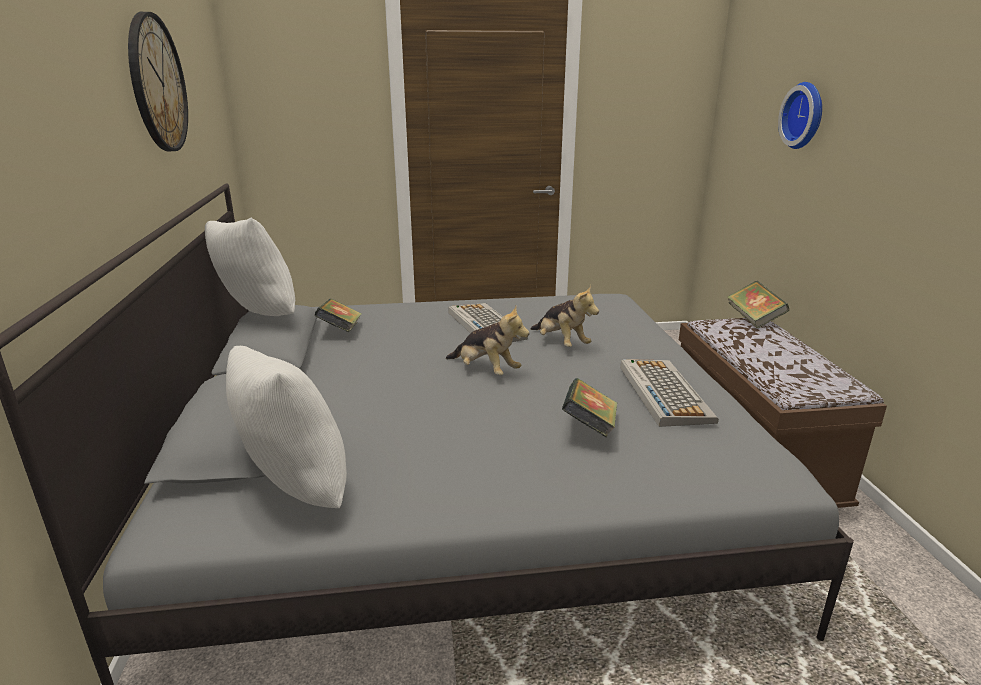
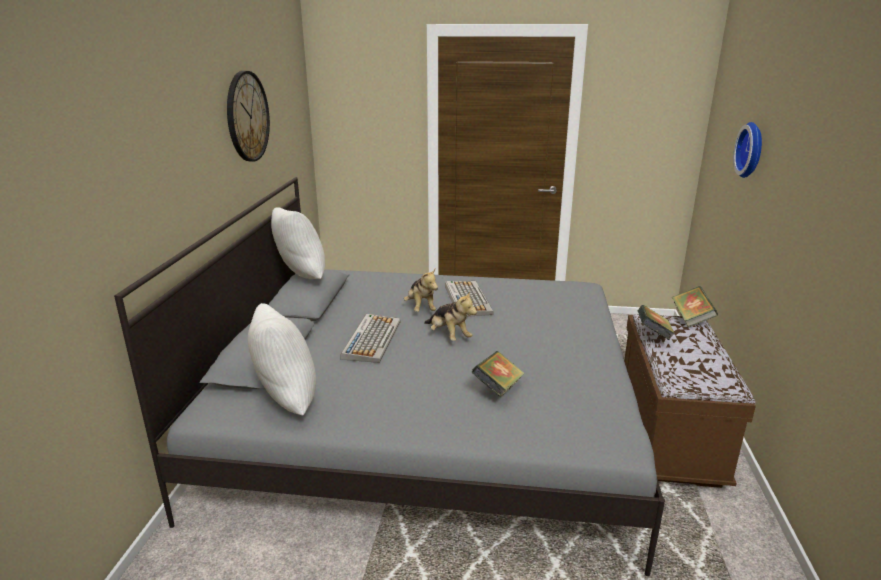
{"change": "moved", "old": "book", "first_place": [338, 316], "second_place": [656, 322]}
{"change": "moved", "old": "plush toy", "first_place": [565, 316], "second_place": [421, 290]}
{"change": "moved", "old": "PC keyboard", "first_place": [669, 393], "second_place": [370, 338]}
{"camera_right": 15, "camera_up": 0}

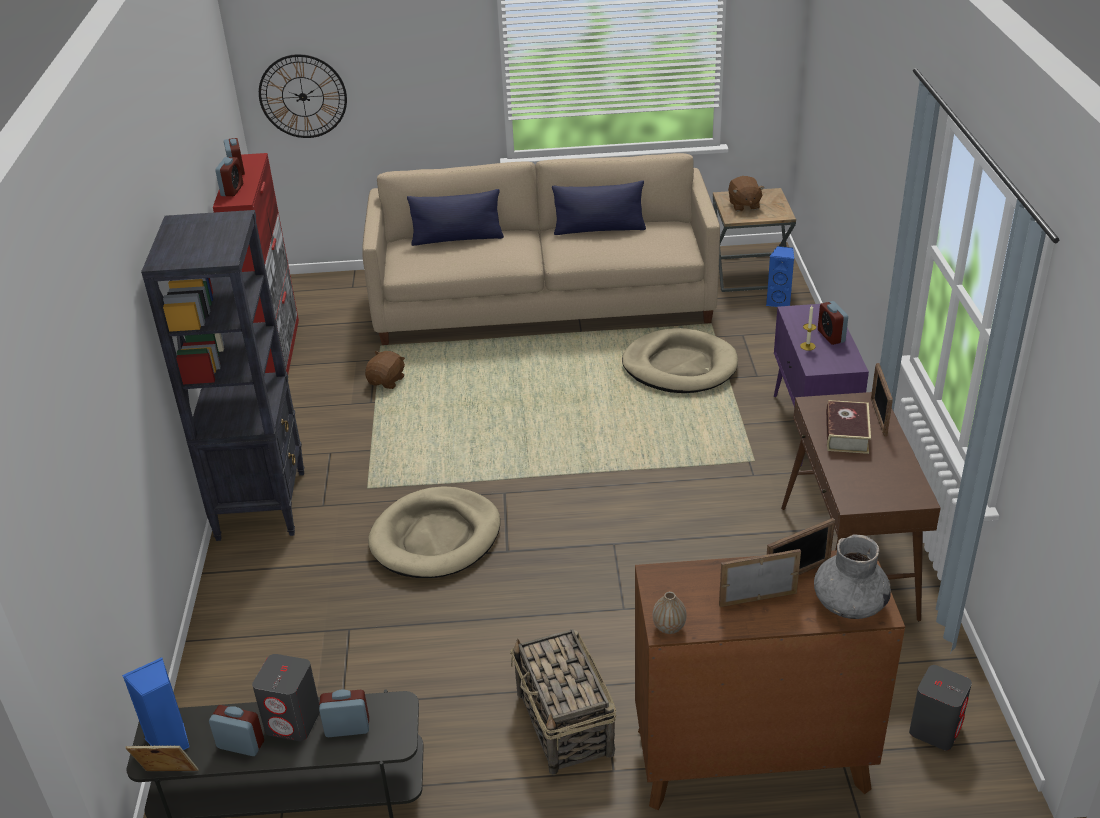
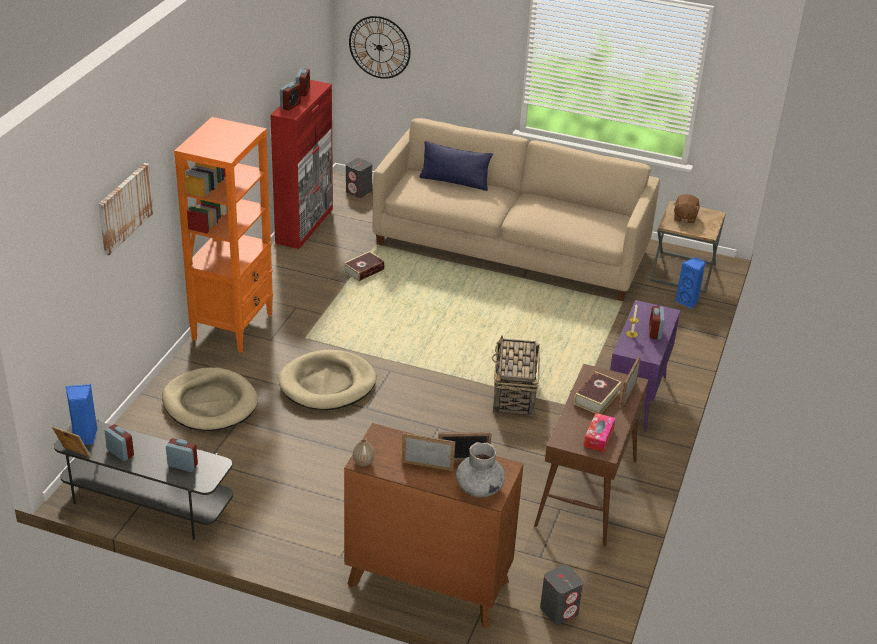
{"change": "recoloured", "old": "black-coloured shelving unit", "new": "orange shelving unit", "first_place": [222, 375], "second_place": [223, 235]}
{"change": "moved", "old": "greyish audio speaker", "first_place": [286, 697], "second_place": [359, 178]}
{"change": "replaced", "old": "brown-coloured plush toy", "new": "book", "first_place": [385, 370], "second_place": [364, 266]}
{"change": "moved", "old": "household basket", "first_place": [563, 702], "second_place": [516, 375]}
{"change": "removed", "old": "blue throw pillow", "first_place": [599, 207]}
{"change": "moved", "old": "sand-coloured dog bed", "first_place": [680, 360], "second_place": [210, 399]}
{"change": "added", "new": "wall picture", "second_place": [126, 209]}
{"change": "added", "new": "tissue holder", "second_place": [599, 432]}
{"camera_right": 20, "camera_up": 0}

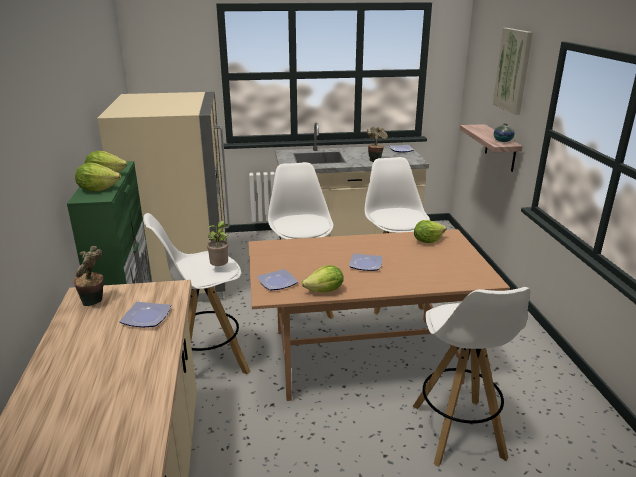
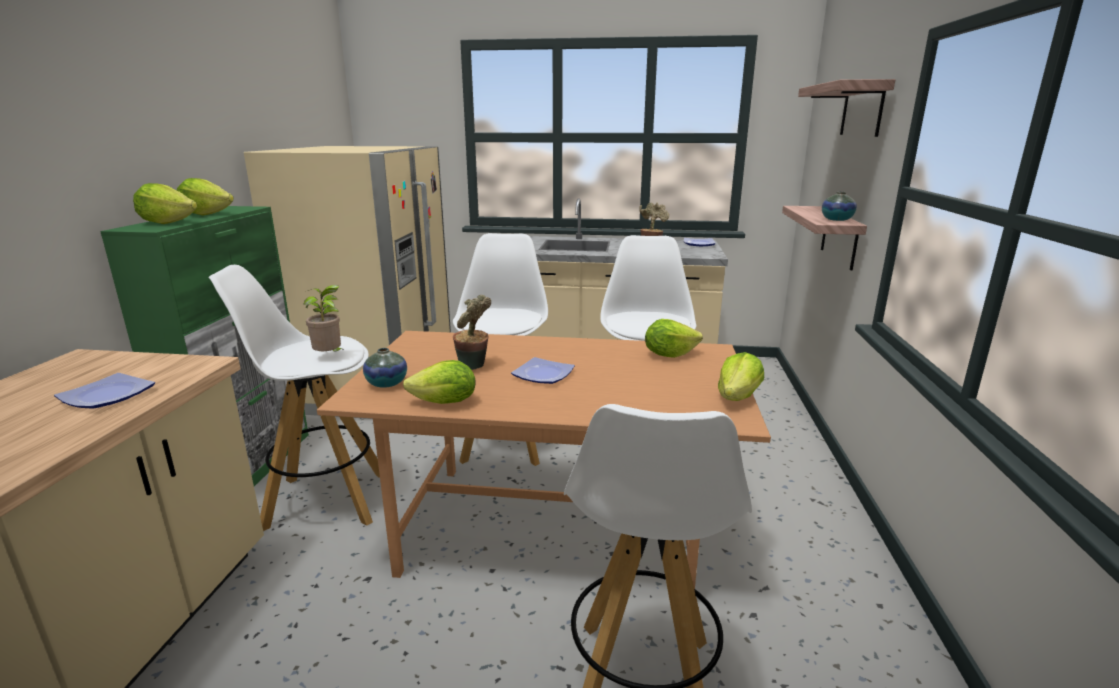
{"change": "moved", "old": "houseplant", "first_place": [88, 276], "second_place": [472, 332]}
{"change": "replaced", "old": "dinner plate", "new": "flower vase", "first_place": [277, 280], "second_place": [385, 368]}
{"change": "replaced", "old": "wall picture", "new": "bracket shelf", "first_place": [513, 71], "second_place": [846, 108]}
{"change": "added", "new": "lettuce", "second_place": [741, 376]}
{"camera_right": 15, "camera_up": -5}

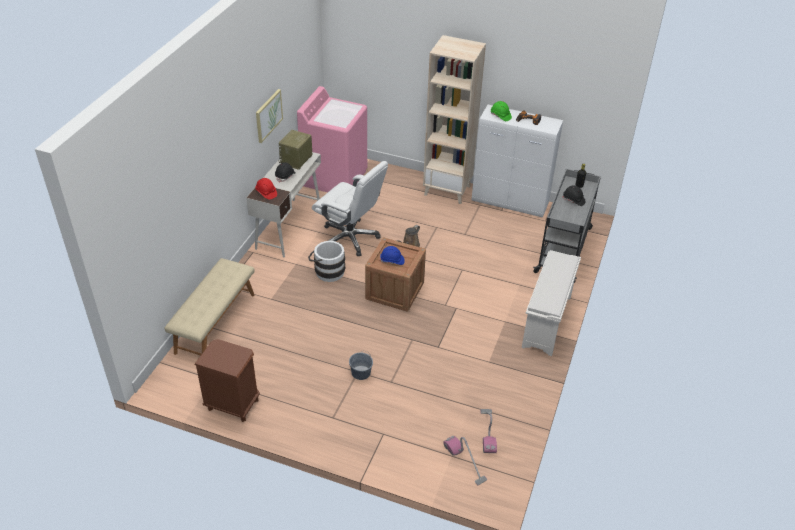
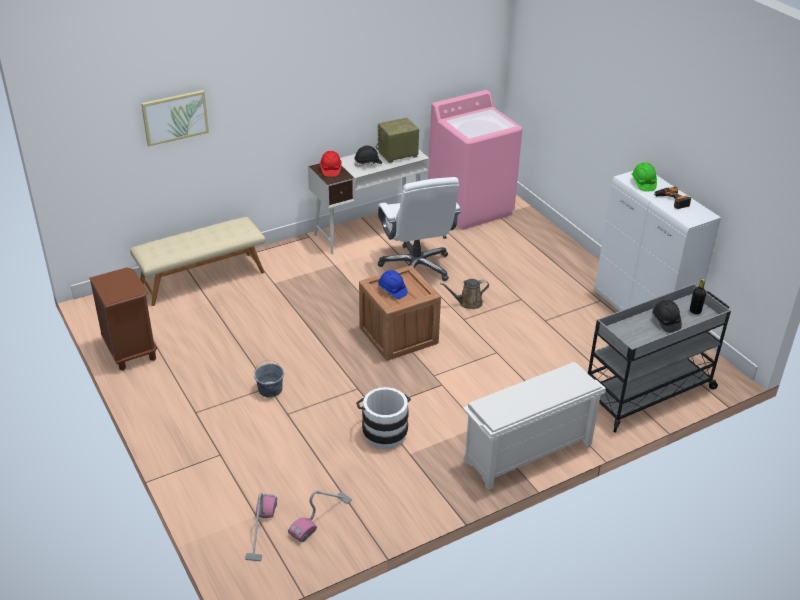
{"change": "moved", "old": "wall picture", "first_place": [269, 116], "second_place": [175, 118]}
{"change": "moved", "old": "white-coloured water bucket", "first_place": [326, 261], "second_place": [383, 418]}
{"change": "removed", "old": "sand-coloured shelving unit", "first_place": [454, 119]}
{"camera_right": 40, "camera_up": -5}

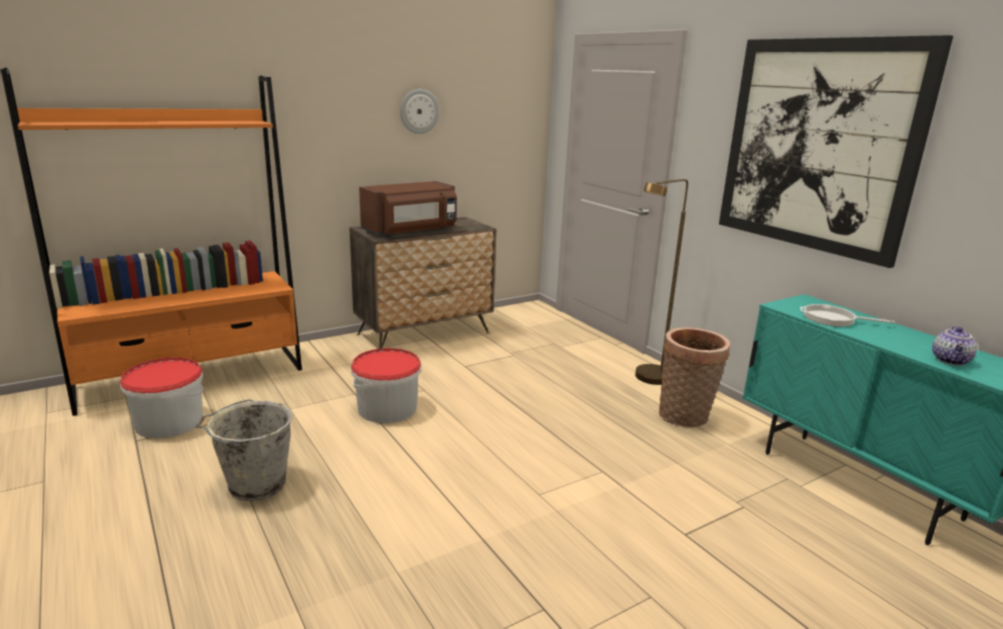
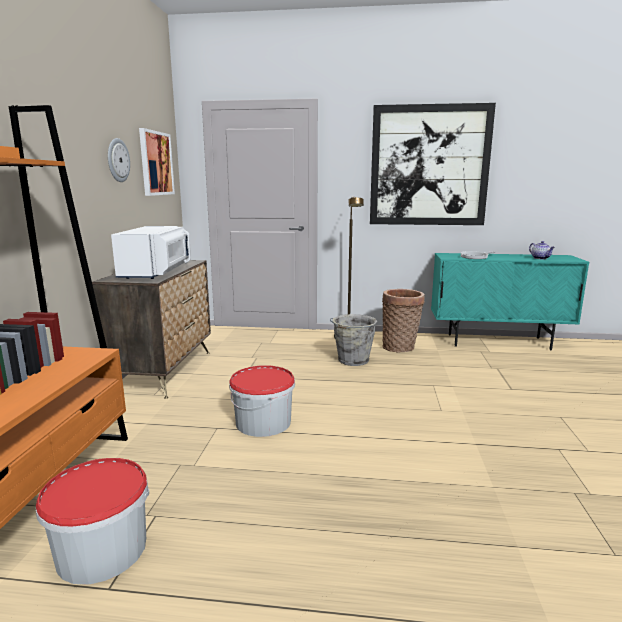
{"change": "moved", "old": "greyish water bucket", "first_place": [244, 450], "second_place": [353, 340]}
{"change": "recoloured", "old": "brown-coloured kitchen microwave", "new": "white-coloured kitchen microwave", "first_place": [408, 208], "second_place": [151, 252]}
{"change": "added", "new": "wall picture", "second_place": [157, 162]}
{"camera_right": -50, "camera_up": -5}

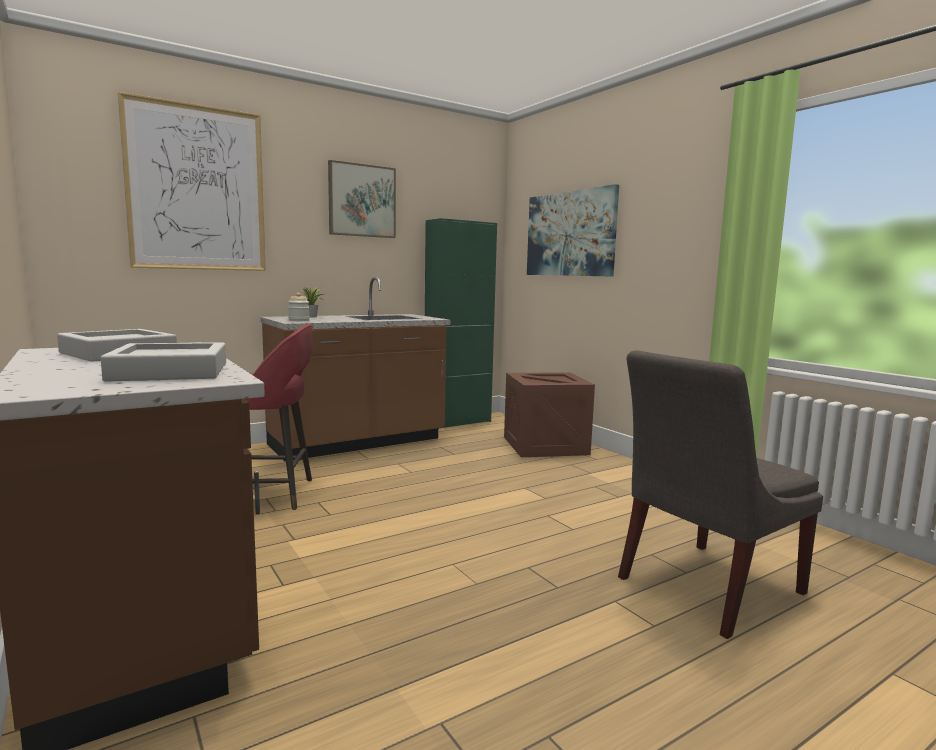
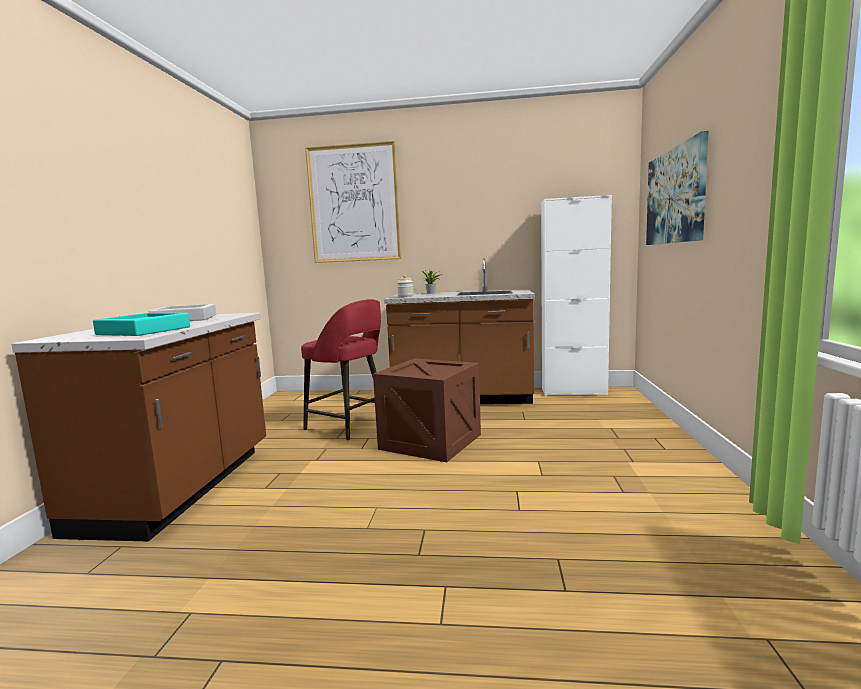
{"change": "recoloured", "old": "greyish tray", "new": "blue-green tray", "first_place": [163, 362], "second_place": [141, 324]}
{"change": "removed", "old": "wall picture", "first_place": [362, 199]}
{"change": "recoloured", "old": "green-coloured storage cabinet", "new": "white-coloured storage cabinet", "first_place": [461, 323], "second_place": [576, 295]}
{"change": "moved", "old": "shipping crate", "first_place": [549, 414], "second_place": [427, 410]}
{"change": "removed", "old": "greyish upright chair", "first_place": [720, 494]}
{"camera_right": 40, "camera_up": 0}

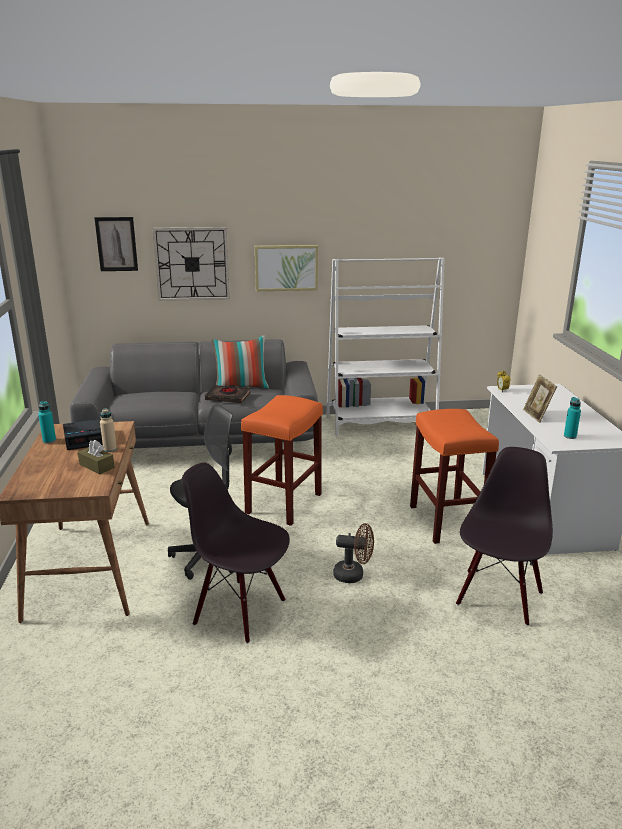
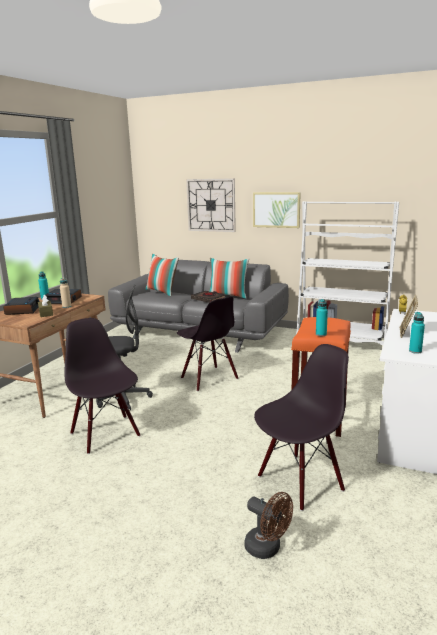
{"change": "removed", "old": "wall picture", "first_place": [116, 244]}
{"change": "replaced", "old": "orange stool seat", "new": "black-coloured upright chair", "first_place": [282, 460], "second_place": [207, 344]}
{"change": "moved", "old": "brown-coloured fan", "first_place": [353, 553], "second_place": [268, 525]}
{"change": "added", "new": "bedside clock", "second_place": [21, 306]}
{"change": "added", "new": "throw pillow", "second_place": [162, 275]}
{"change": "added", "new": "blue-green beverage bottle", "second_place": [322, 317]}
{"camera_right": 30, "camera_up": -5}

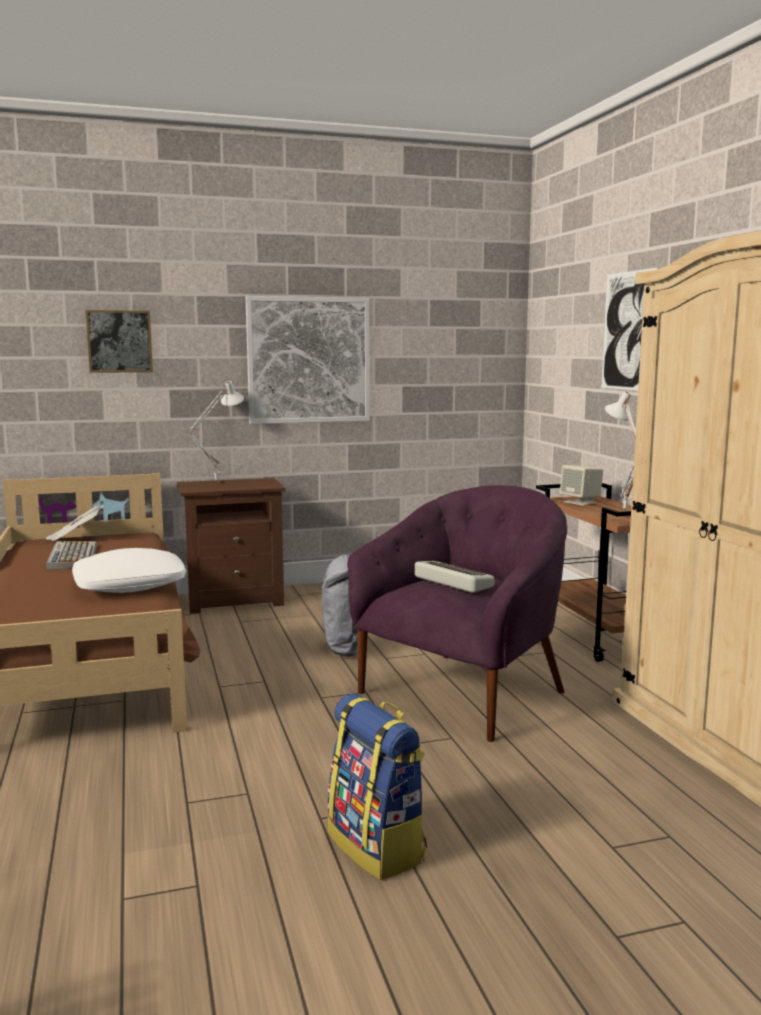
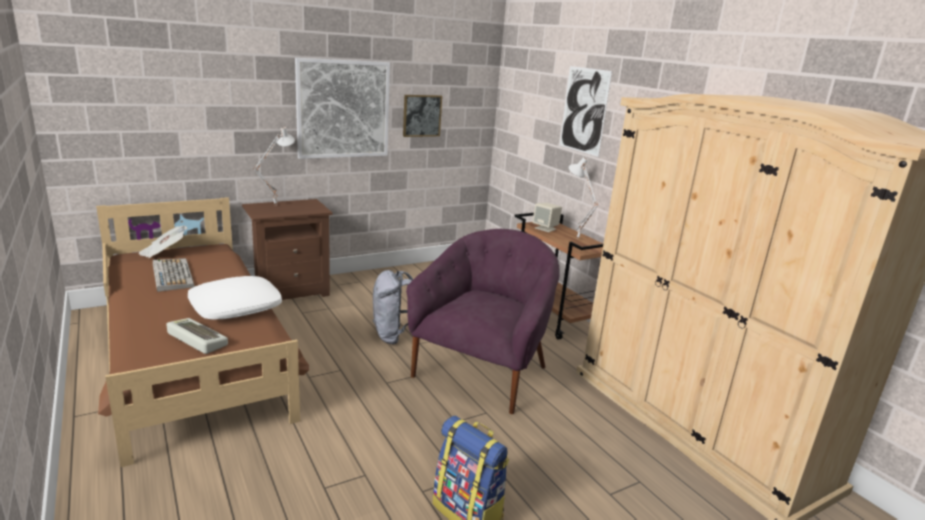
{"change": "moved", "old": "wall picture", "first_place": [119, 341], "second_place": [422, 116]}
{"change": "moved", "old": "PC keyboard", "first_place": [455, 577], "second_place": [197, 336]}
{"camera_right": -15, "camera_up": 10}

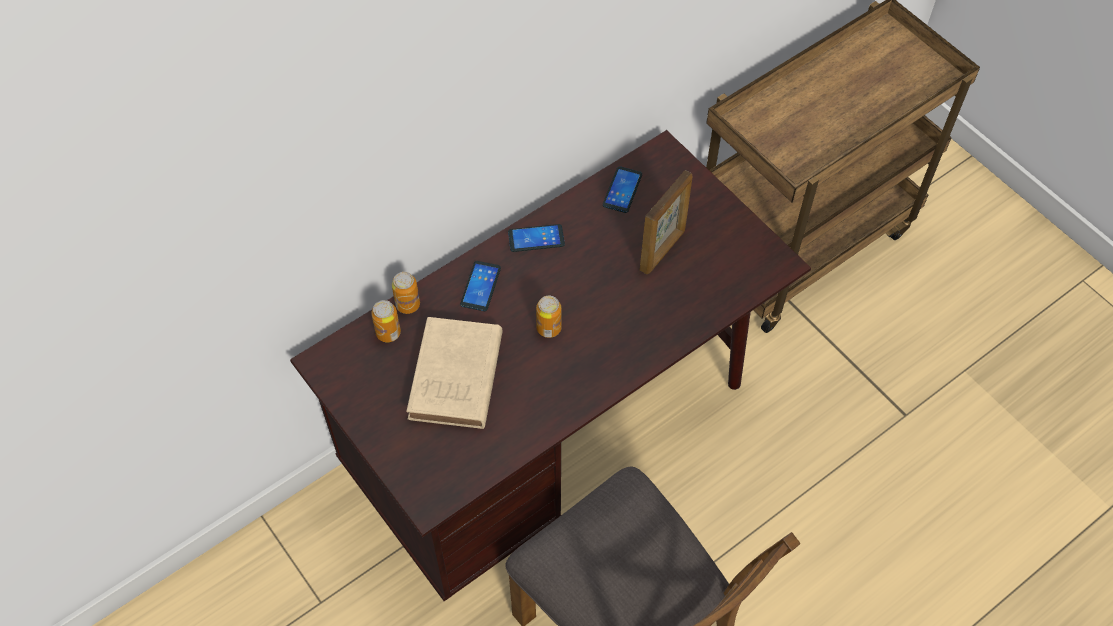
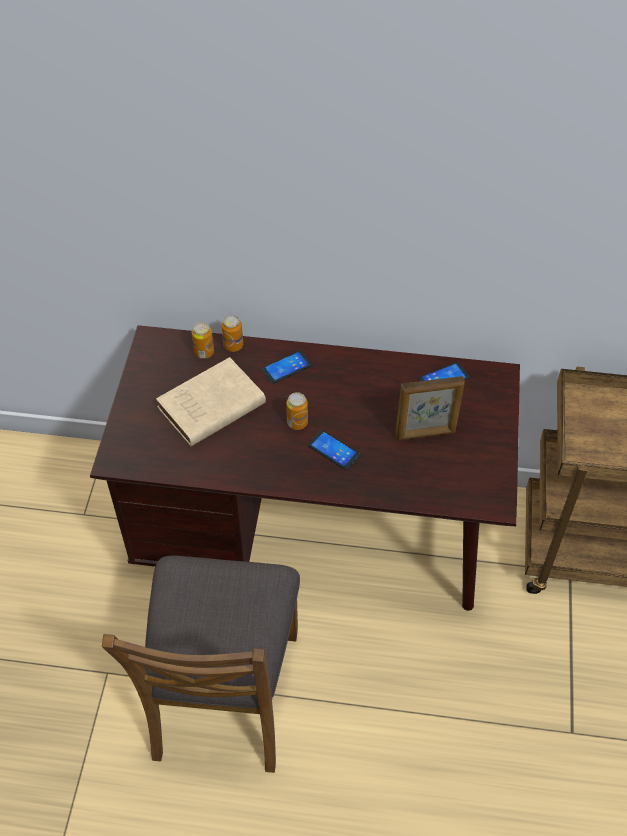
{"change": "moved", "old": "phone", "first_place": [536, 238], "second_place": [334, 450]}
{"camera_right": 45, "camera_up": -5}

